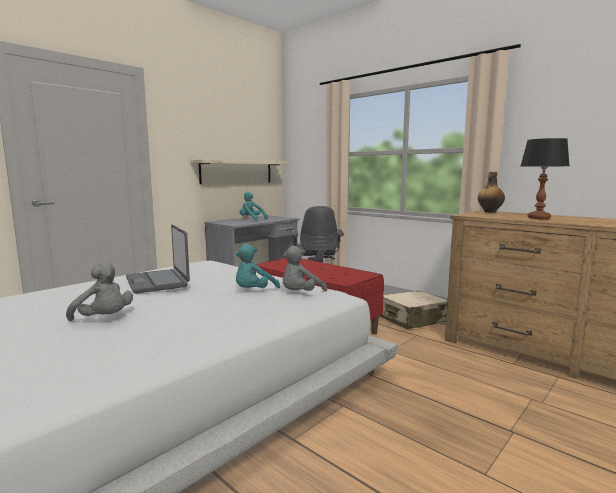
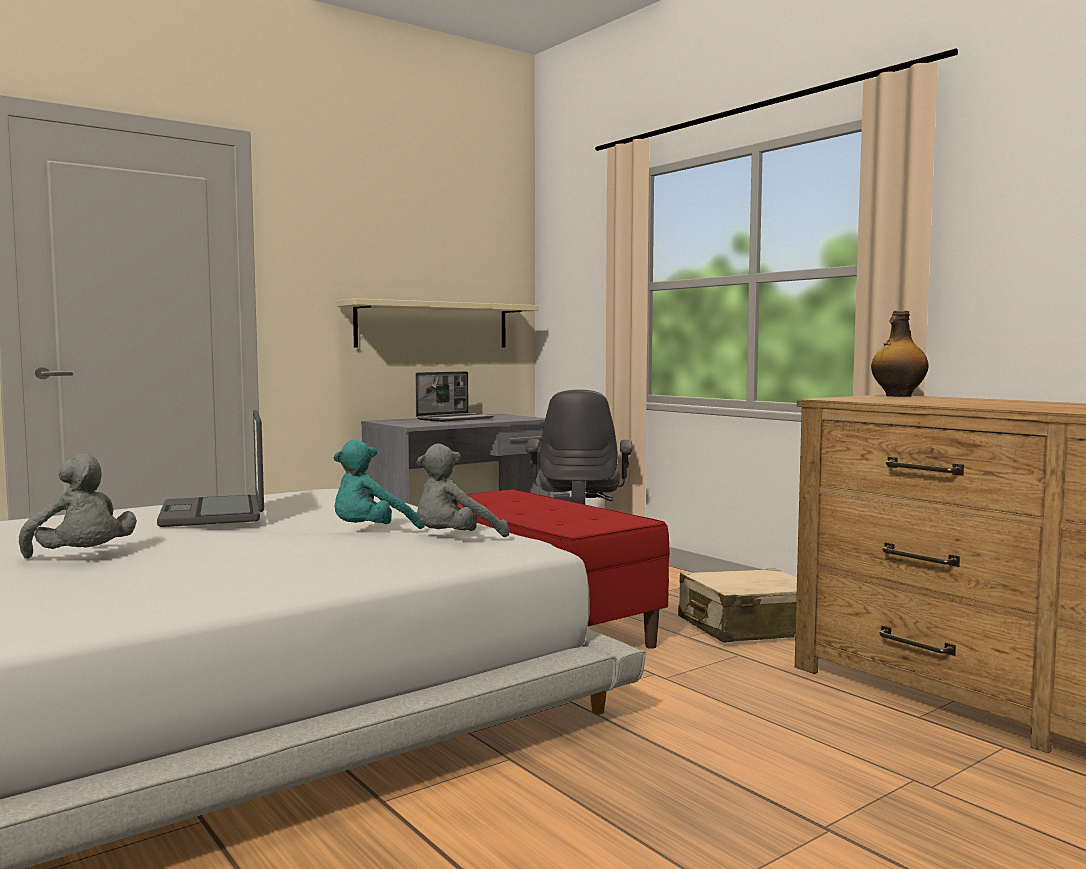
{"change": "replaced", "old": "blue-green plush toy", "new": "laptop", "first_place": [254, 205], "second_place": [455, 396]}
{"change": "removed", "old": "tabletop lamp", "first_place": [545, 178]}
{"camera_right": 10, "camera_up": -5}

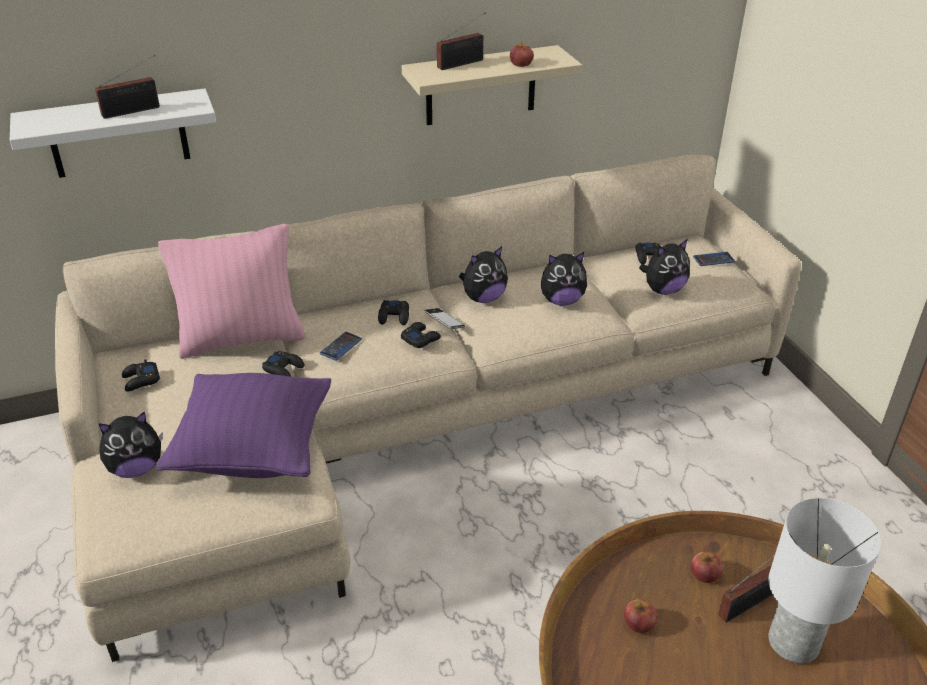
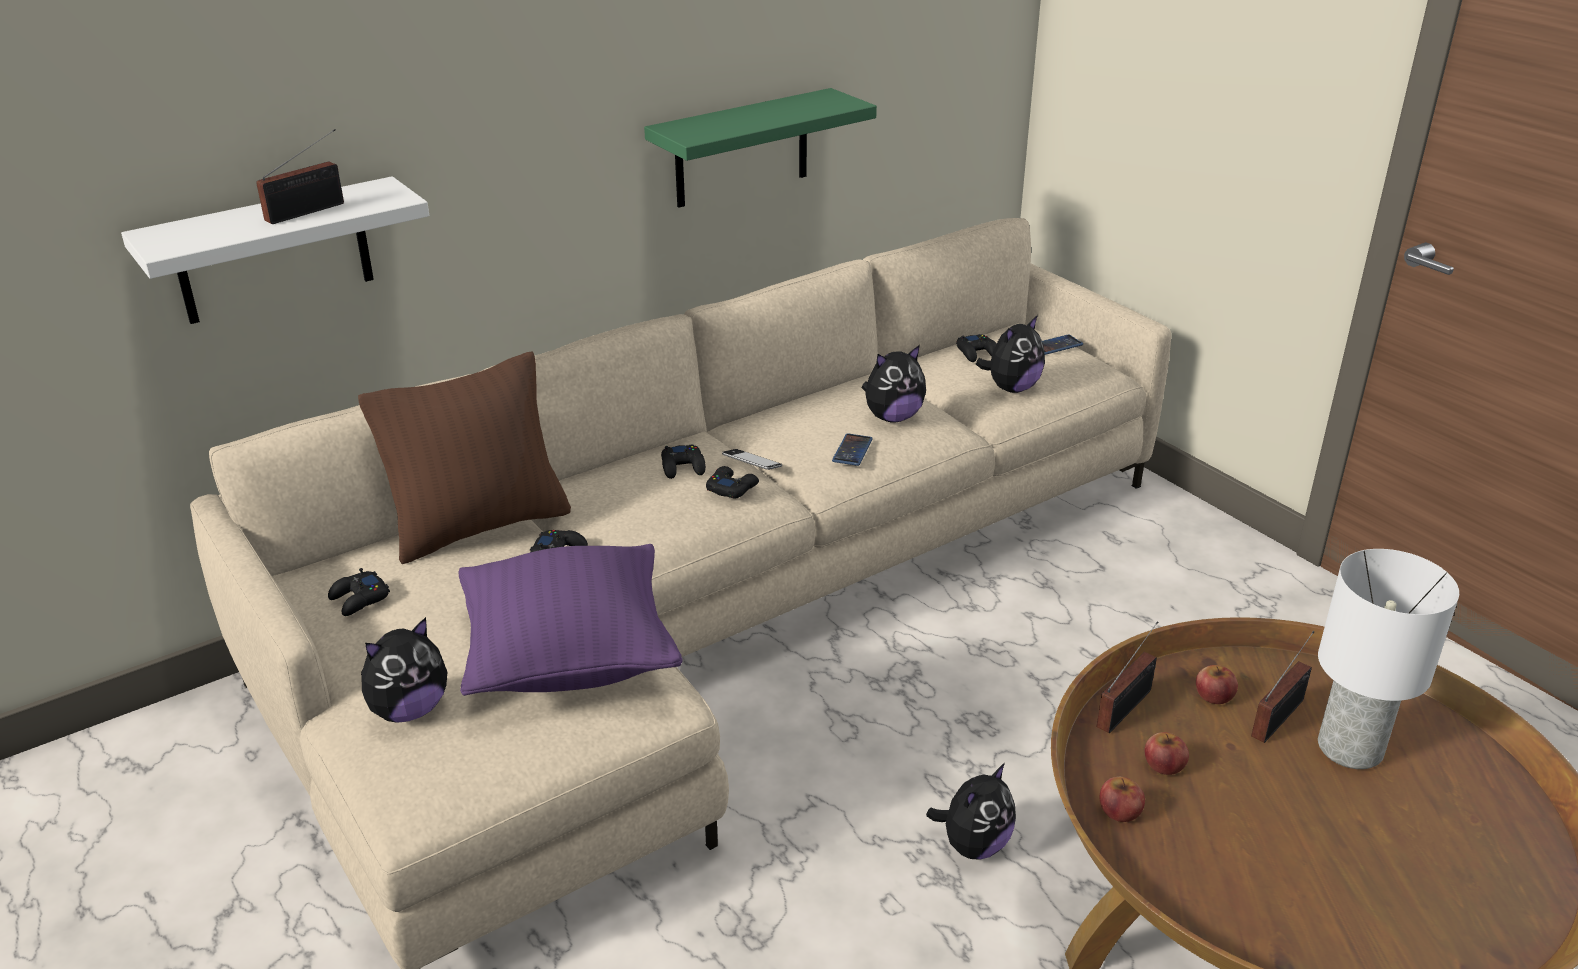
{"change": "recoloured", "old": "pinkish throw pillow", "new": "brown-coloured throw pillow", "first_place": [232, 291], "second_place": [464, 457]}
{"change": "moved", "old": "phone", "first_place": [341, 346], "second_place": [852, 449]}
{"change": "recoloured", "old": "sand-coloured bracket shelf", "new": "green-coloured bracket shelf", "first_place": [492, 85], "second_place": [760, 148]}
{"change": "moved", "old": "radio", "first_place": [461, 41], "second_place": [1127, 677]}
{"change": "moved", "old": "plush toy", "first_place": [483, 274], "second_place": [971, 811]}
{"change": "moved", "old": "apple", "first_place": [522, 54], "second_place": [1122, 799]}
{"camera_right": -15, "camera_up": -5}

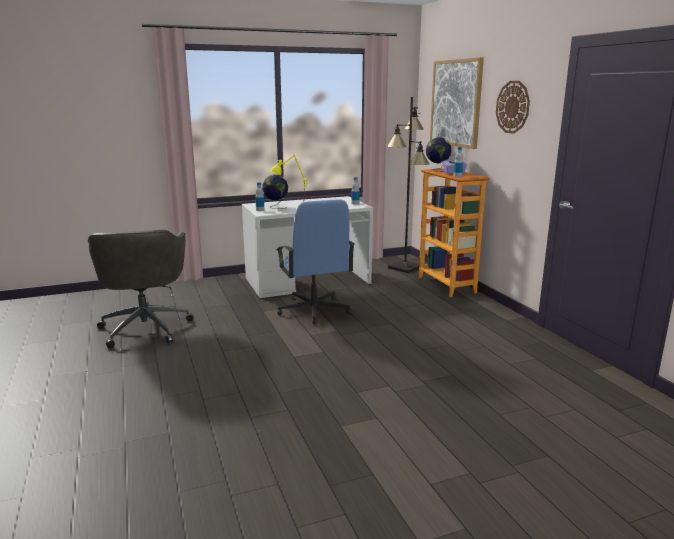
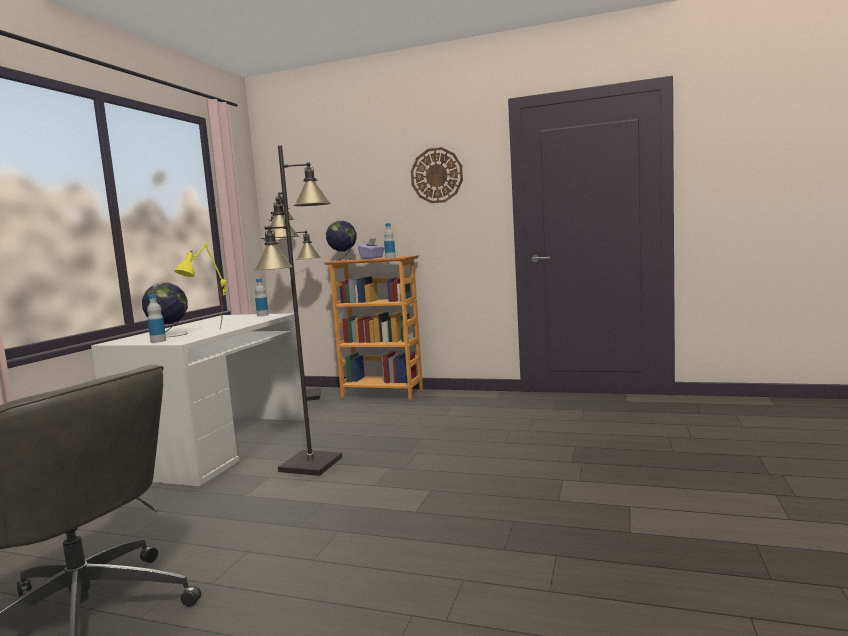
{"change": "replaced", "old": "blue office chair", "new": "black-coloured standard lamp", "first_place": [316, 262], "second_place": [297, 311]}
{"change": "removed", "old": "wall picture", "first_place": [457, 103]}
{"camera_right": -50, "camera_up": -10}

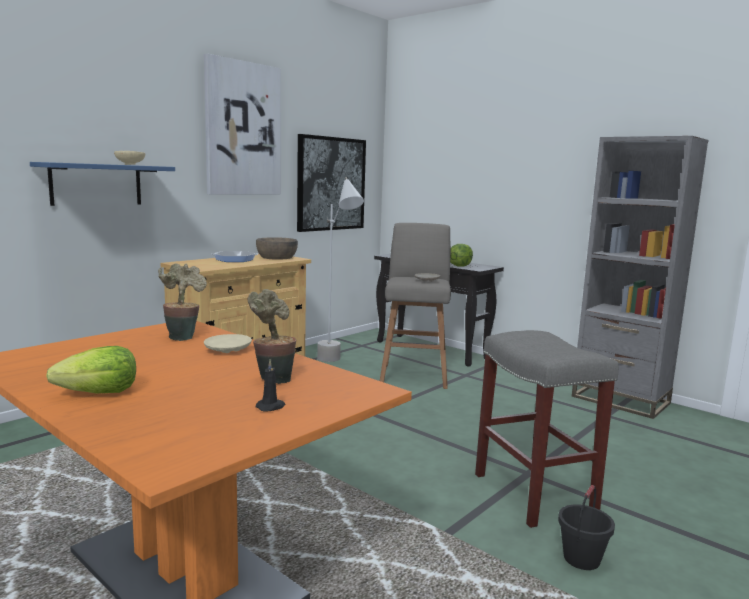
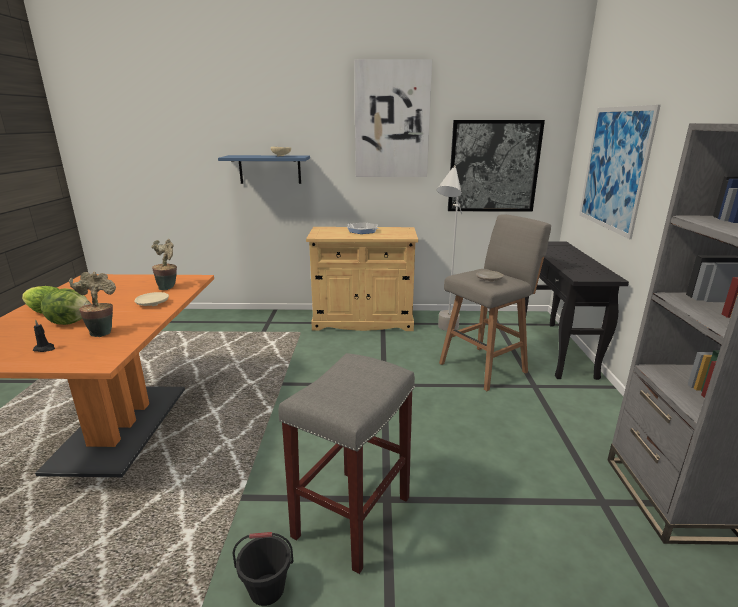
{"change": "removed", "old": "brown-coloured serving bowl", "first_place": [277, 248]}
{"change": "moved", "old": "lettuce", "first_place": [461, 255], "second_place": [66, 306]}
{"change": "added", "new": "wall picture", "second_place": [620, 172]}
{"camera_right": 50, "camera_up": 10}

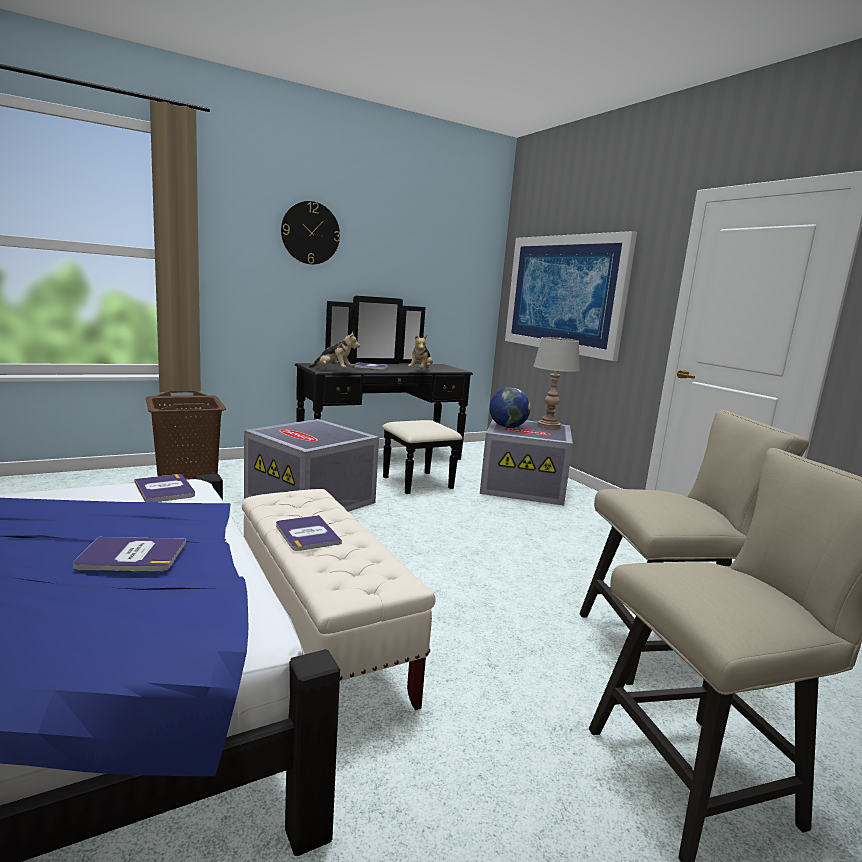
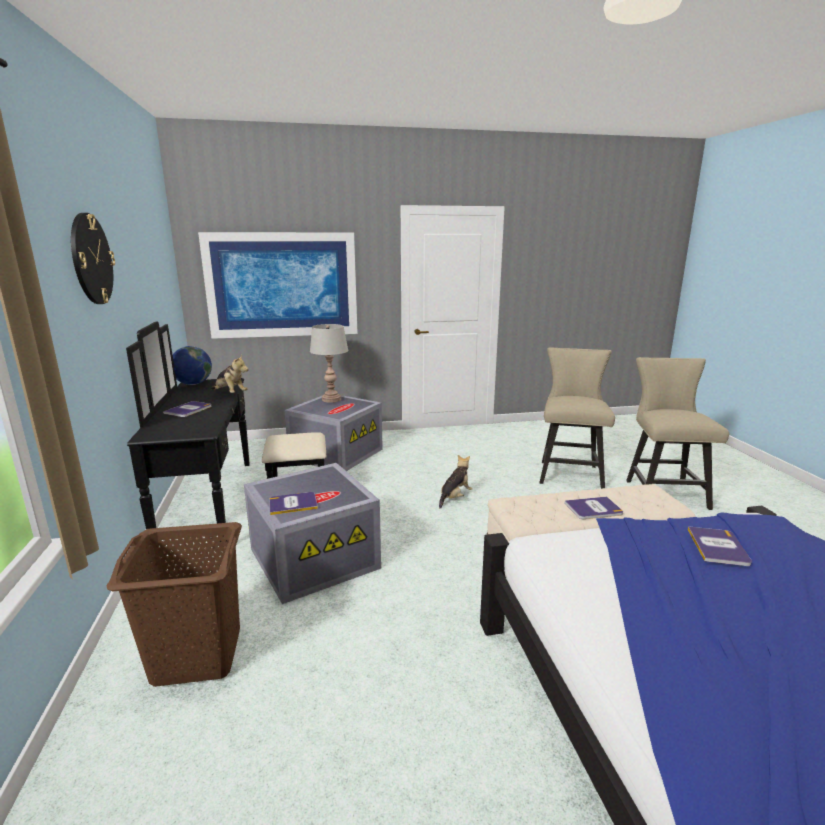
{"change": "moved", "old": "book", "first_place": [165, 488], "second_place": [293, 503]}
{"change": "moved", "old": "plush toy", "first_place": [334, 349], "second_place": [455, 482]}
{"change": "moved", "old": "world globe", "first_place": [510, 407], "second_place": [192, 365]}
{"camera_right": -70, "camera_up": 5}

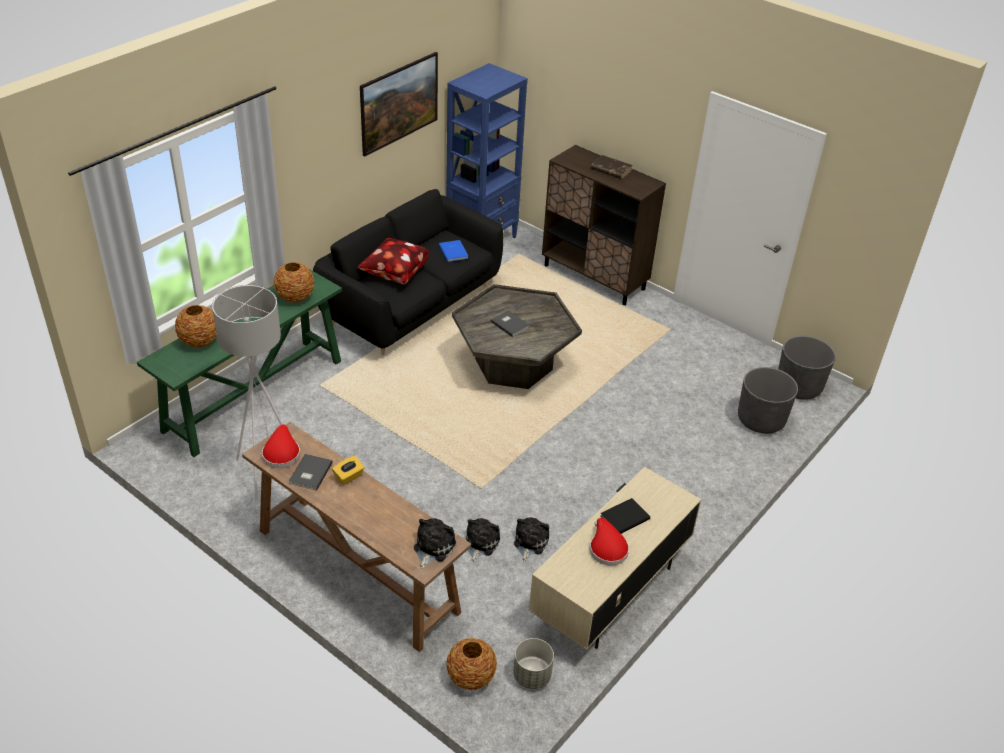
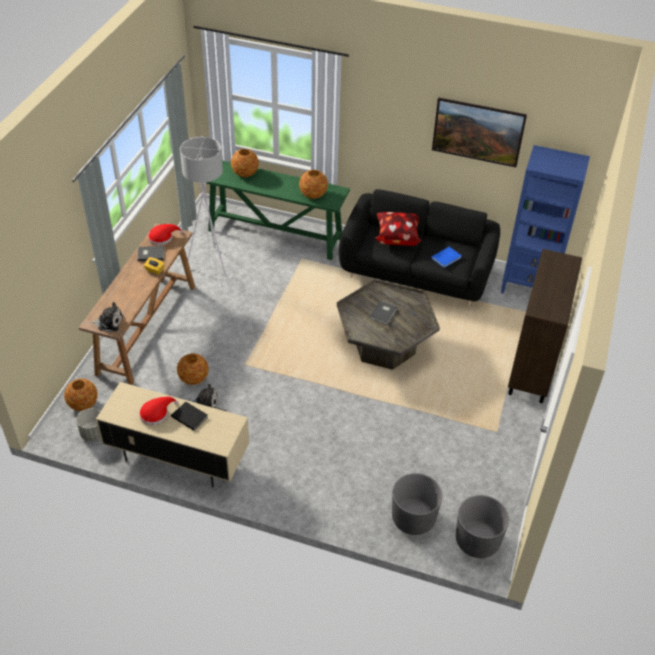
{"change": "replaced", "old": "plush toy", "new": "flower vase", "first_place": [483, 540], "second_place": [193, 369]}
{"change": "removed", "old": "brown-coloured book", "first_place": [612, 167]}
{"camera_right": 70, "camera_up": 5}

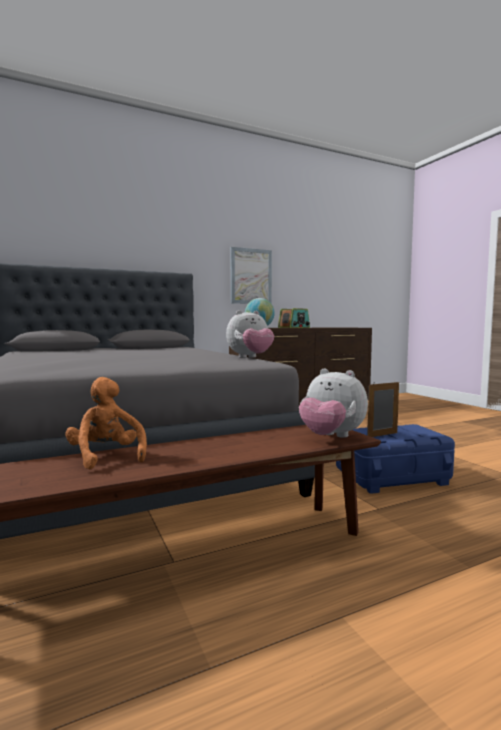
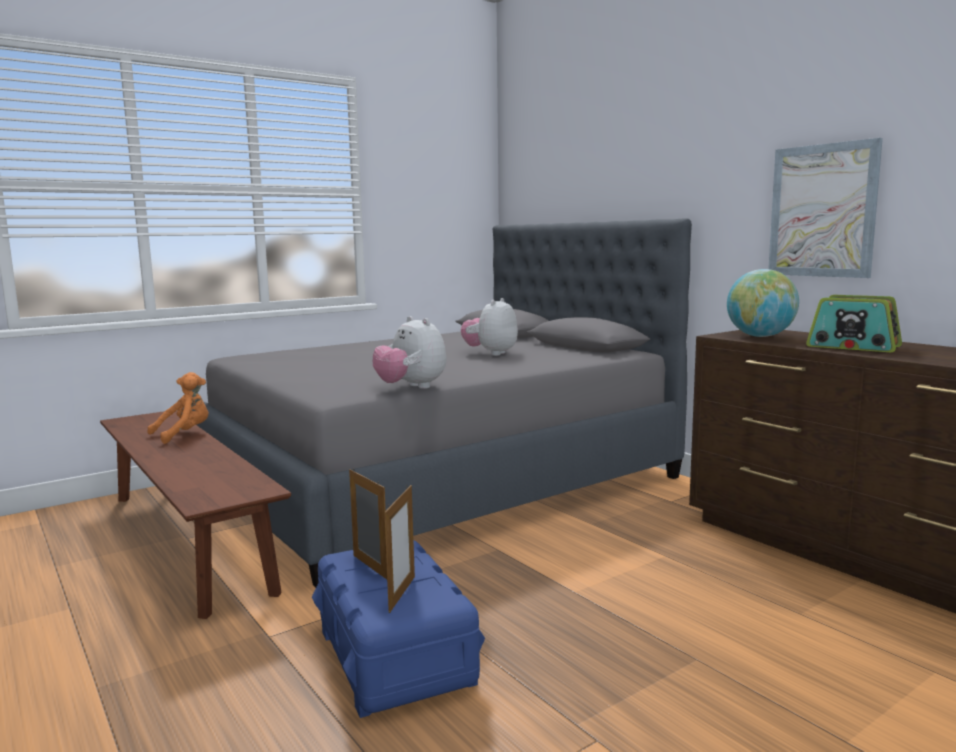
{"change": "moved", "old": "plush toy", "first_place": [333, 403], "second_place": [489, 327]}
{"change": "added", "new": "standing frame", "second_place": [399, 549]}
{"camera_right": 80, "camera_up": 5}

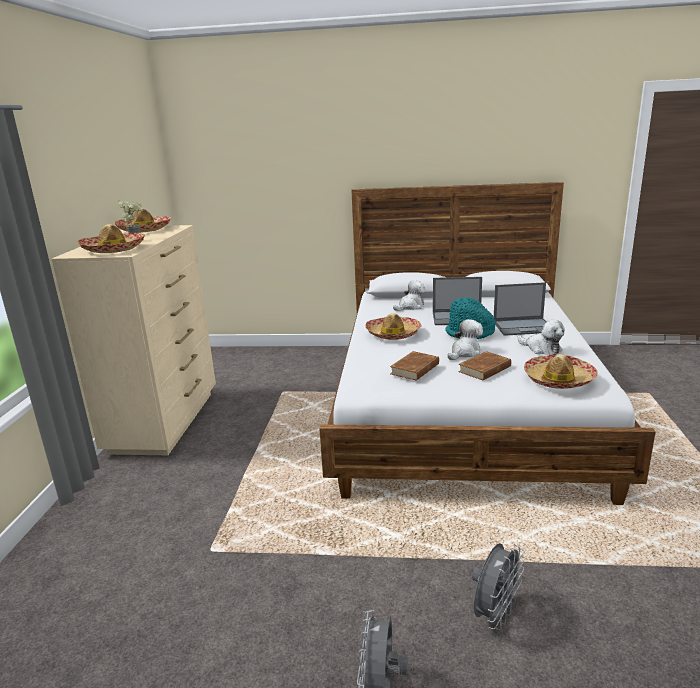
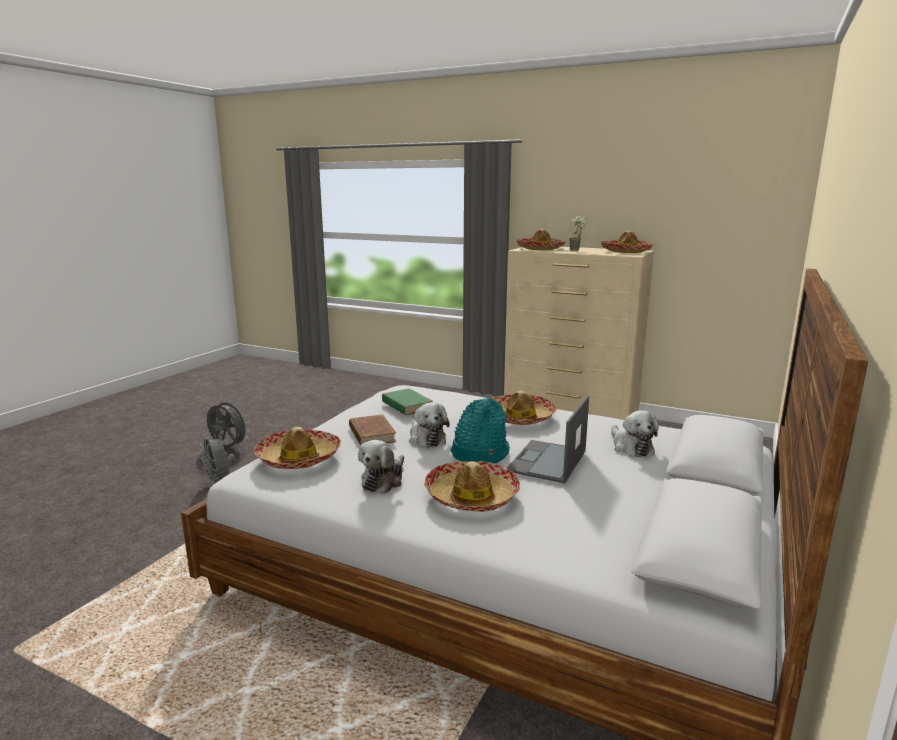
{"change": "recoloured", "old": "brown-coloured book", "new": "green-coloured book", "first_place": [414, 366], "second_place": [407, 401]}
{"change": "replaced", "old": "laptop", "new": "wearable hat", "first_place": [520, 309], "second_place": [472, 486]}
{"change": "turned", "old": "plush toy", "first_place": [541, 337], "second_place": [381, 467], "degrees": -45}
{"camera_right": 110, "camera_up": -5}

